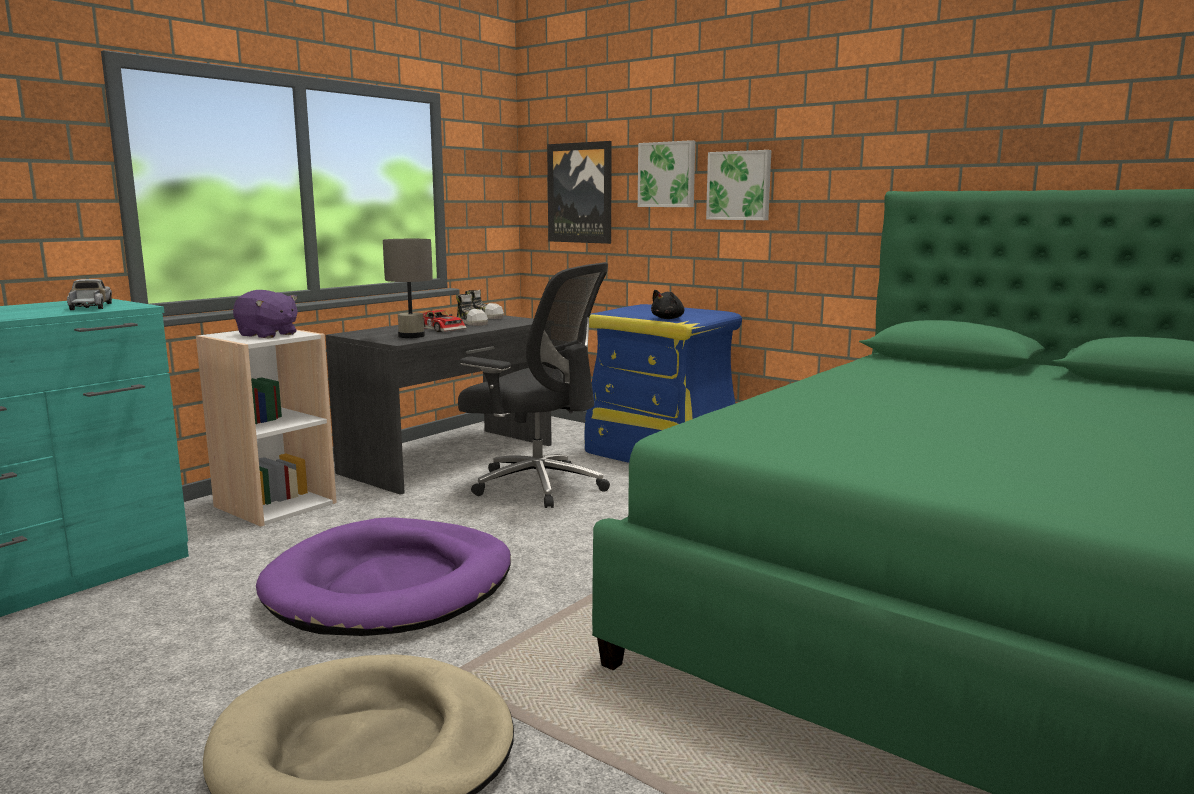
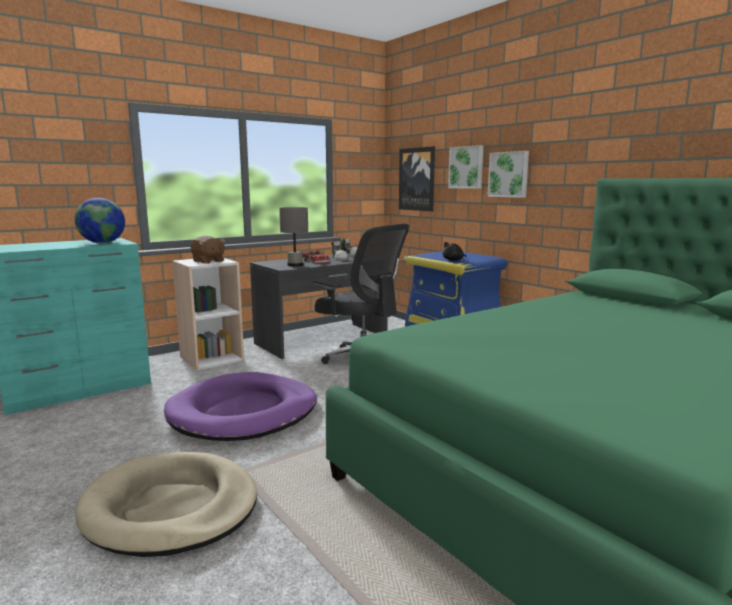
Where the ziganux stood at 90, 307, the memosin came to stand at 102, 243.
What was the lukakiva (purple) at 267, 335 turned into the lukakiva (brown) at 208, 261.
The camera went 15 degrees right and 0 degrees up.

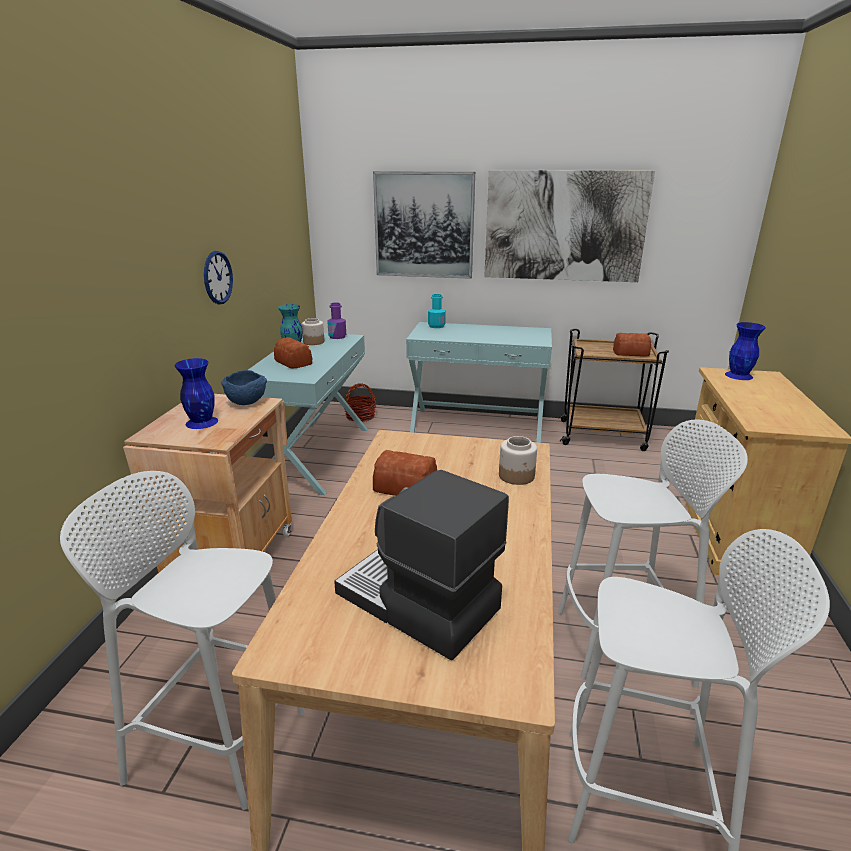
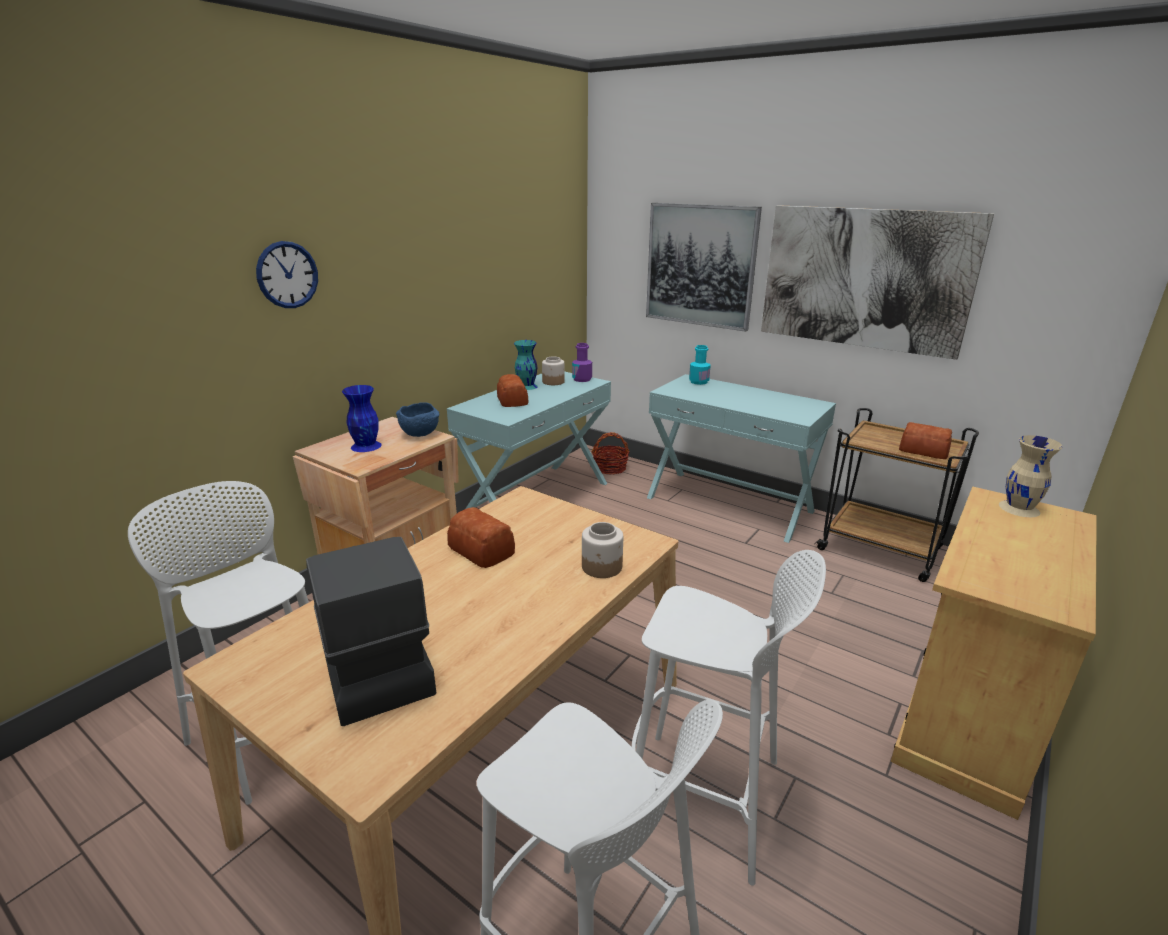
The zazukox ended up elsewhere, having gone from 218, 277 to 287, 275.
What was the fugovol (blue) at 739, 375 turned into the fugovol (beige) at 1020, 508.
The camera went 25 degrees right and 0 degrees up.

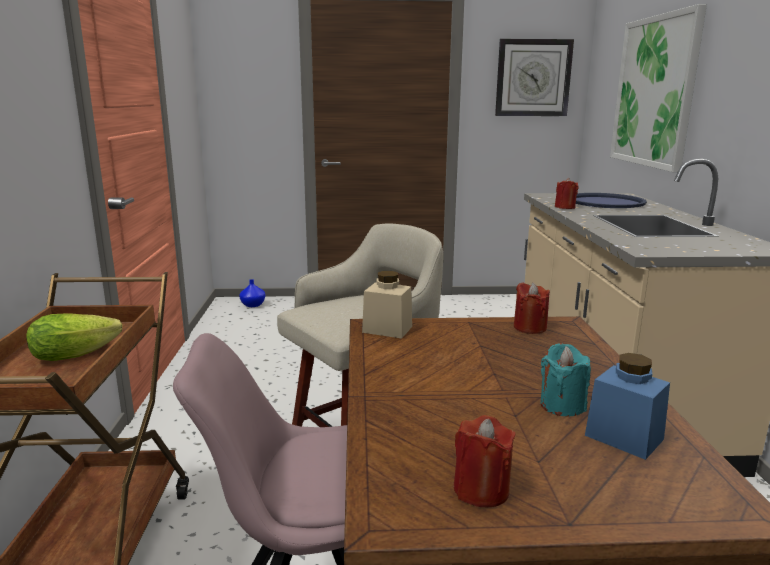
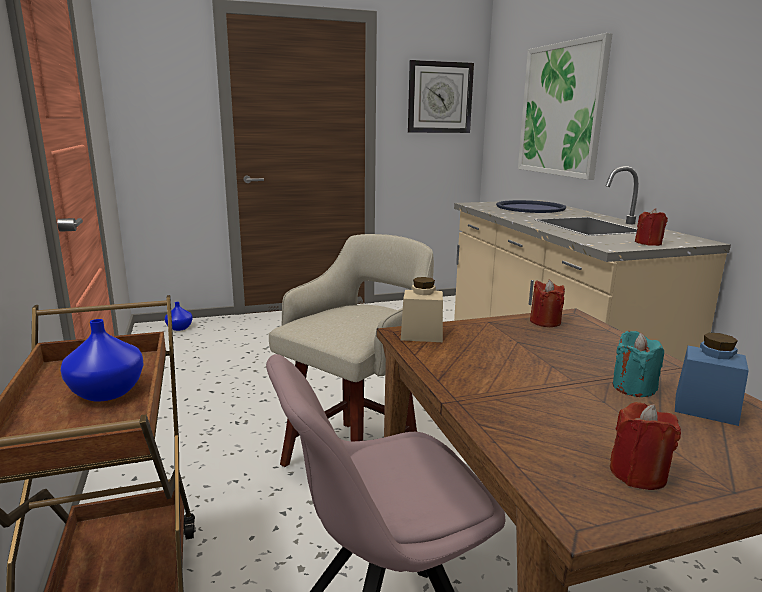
The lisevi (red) ended up elsewhere, having gone from 565, 207 to 648, 243.
Where the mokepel stood at 80, 353, the fugovol (blue) came to stand at 105, 392.
The camera went 15 degrees left and 0 degrees up.

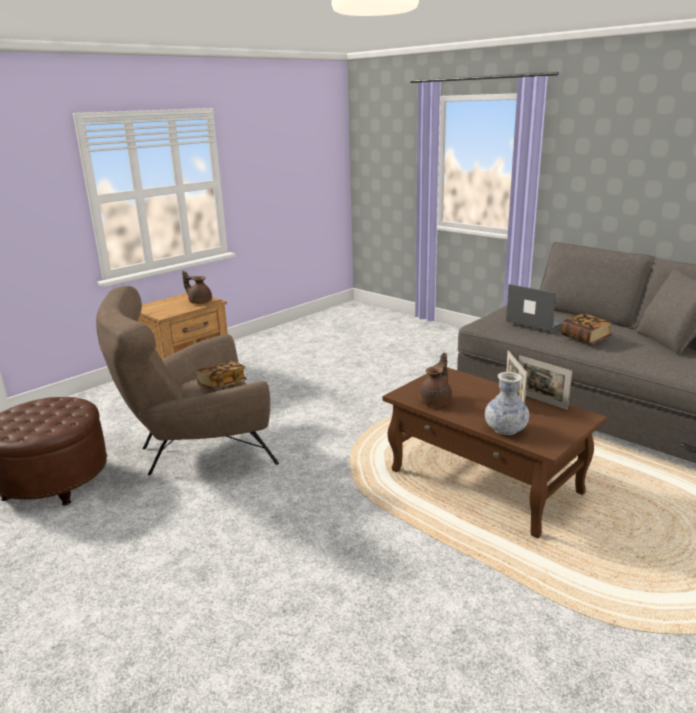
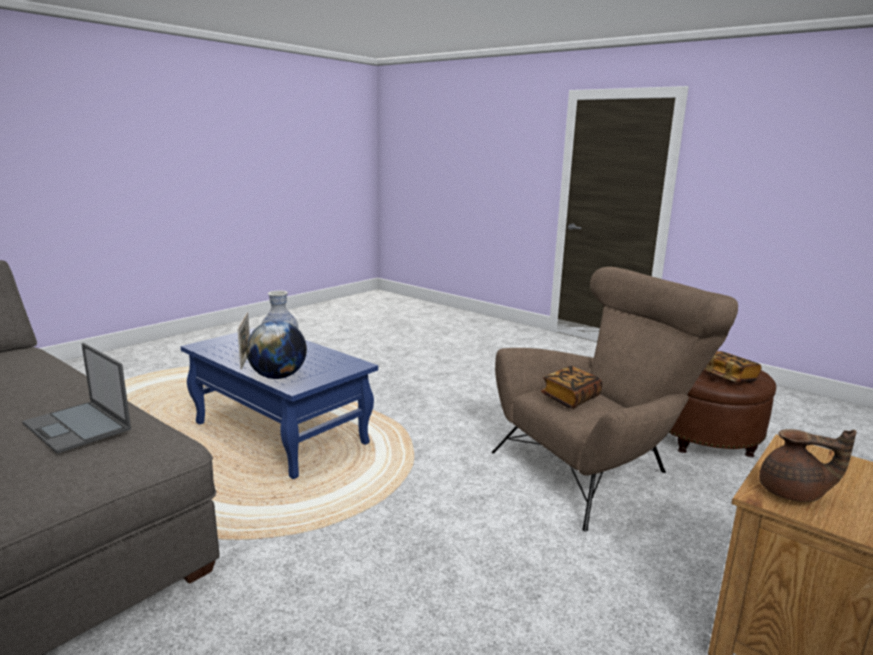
The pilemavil ended up elsewhere, having gone from 585, 338 to 728, 377.
The second view lost the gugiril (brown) at 436, 401.
The second view lost the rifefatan at 541, 401.
What was the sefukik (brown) at 486, 482 turned into the sefukik (blue) at 279, 433.
The second view gained the memosin at 278, 376.
The camera went 175 degrees right and 5 degrees down.

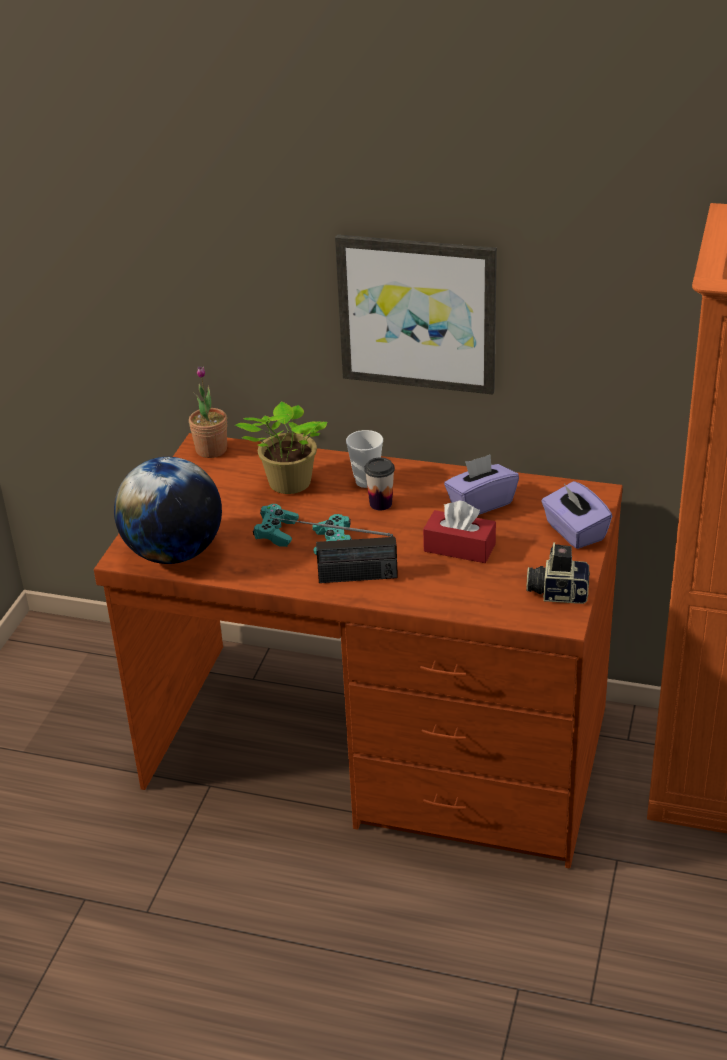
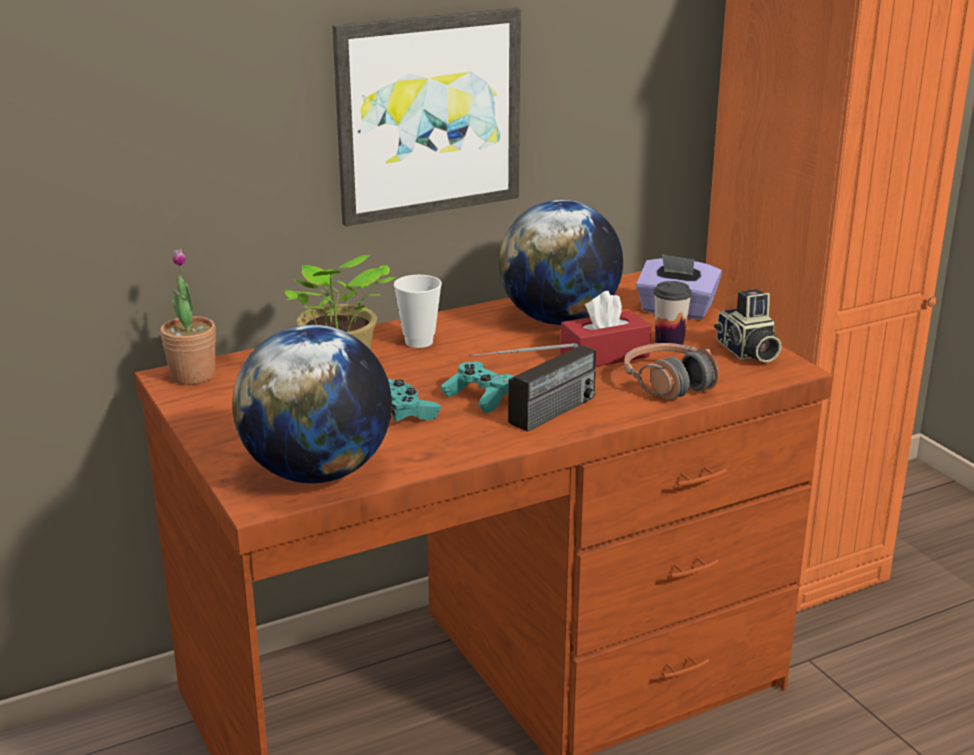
Where the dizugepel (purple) stood at 480, 503, the memosin came to stand at 559, 320.
The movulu ended up elsewhere, having gone from 380, 504 to 669, 341.
The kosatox at 557, 592 ended up facing another way, 75 degrees counterclockwise from before.
The second view gained the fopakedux at 669, 384.
The camera went 45 degrees left and 10 degrees down.

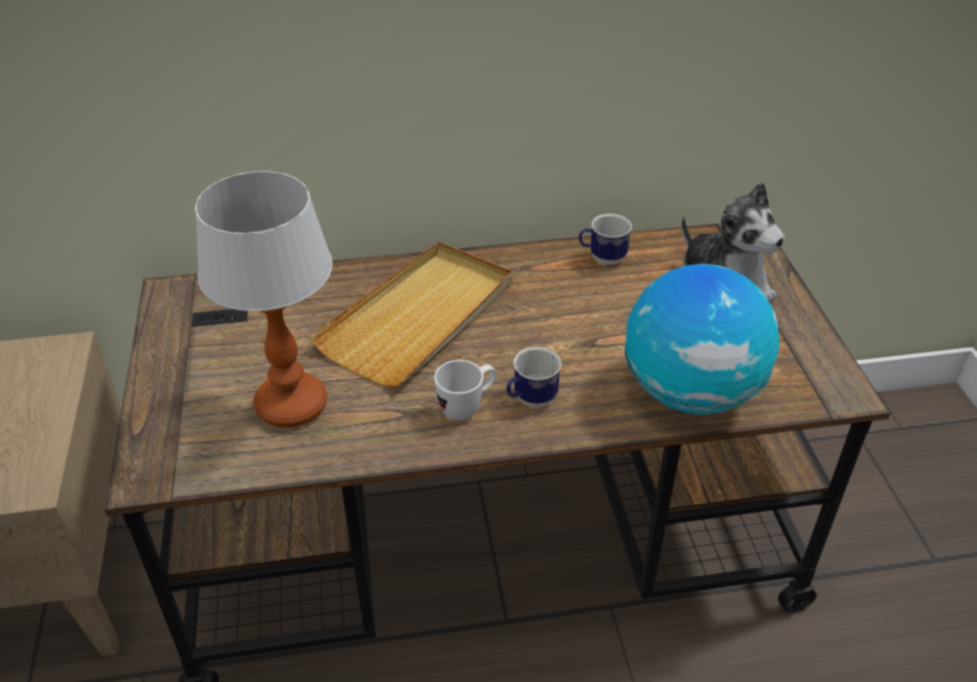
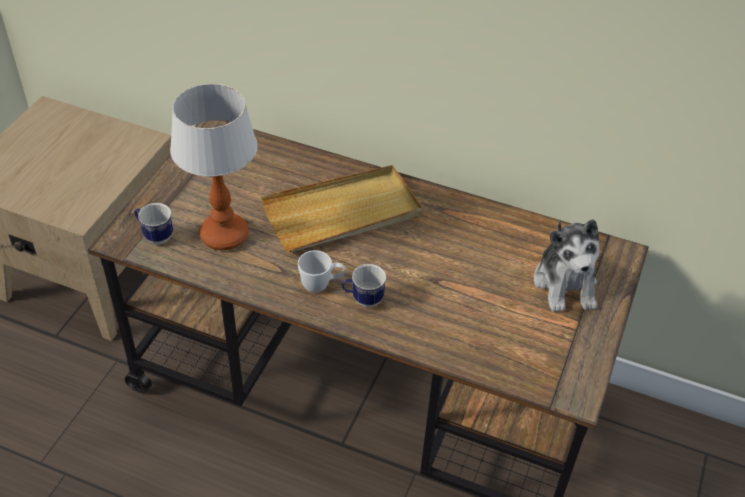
The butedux ended up elsewhere, having gone from 602, 258 to 155, 235.
The second view lost the memosin at 690, 392.
The camera went 30 degrees right and 5 degrees up.

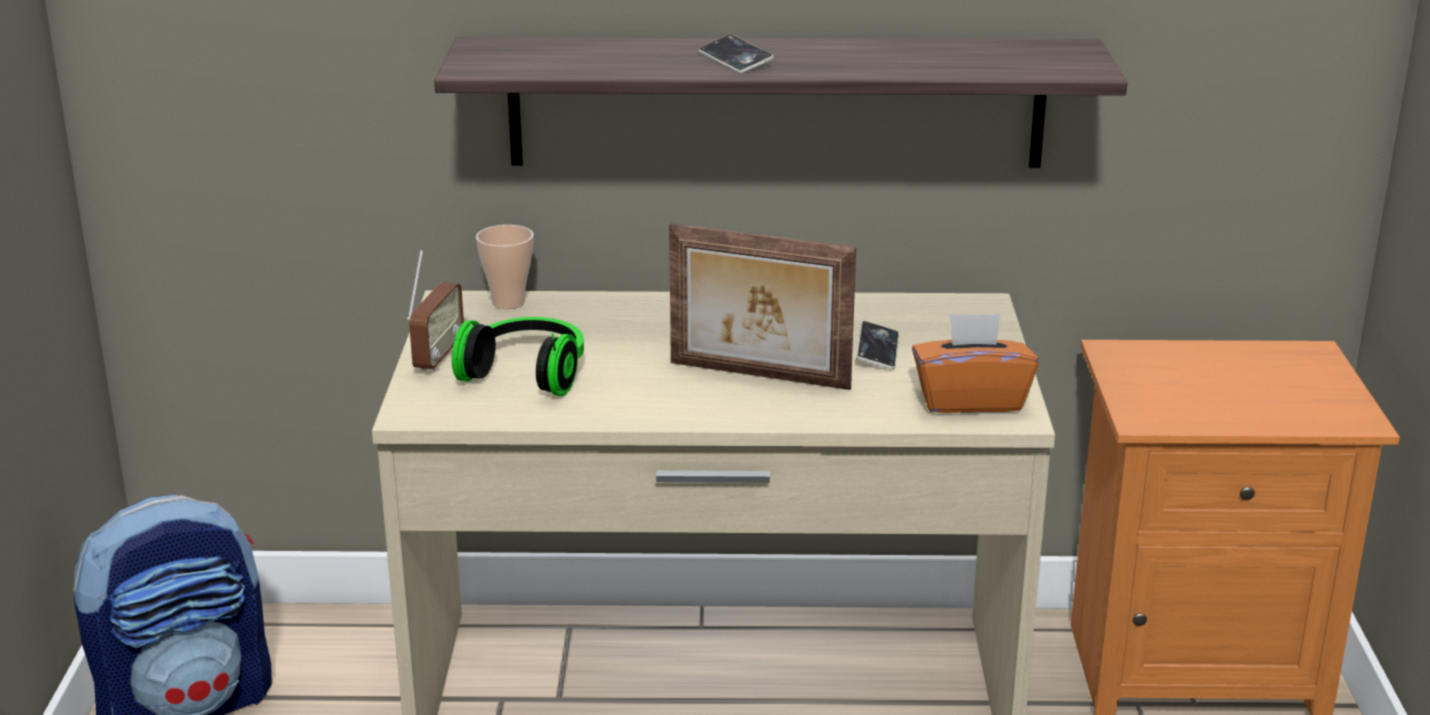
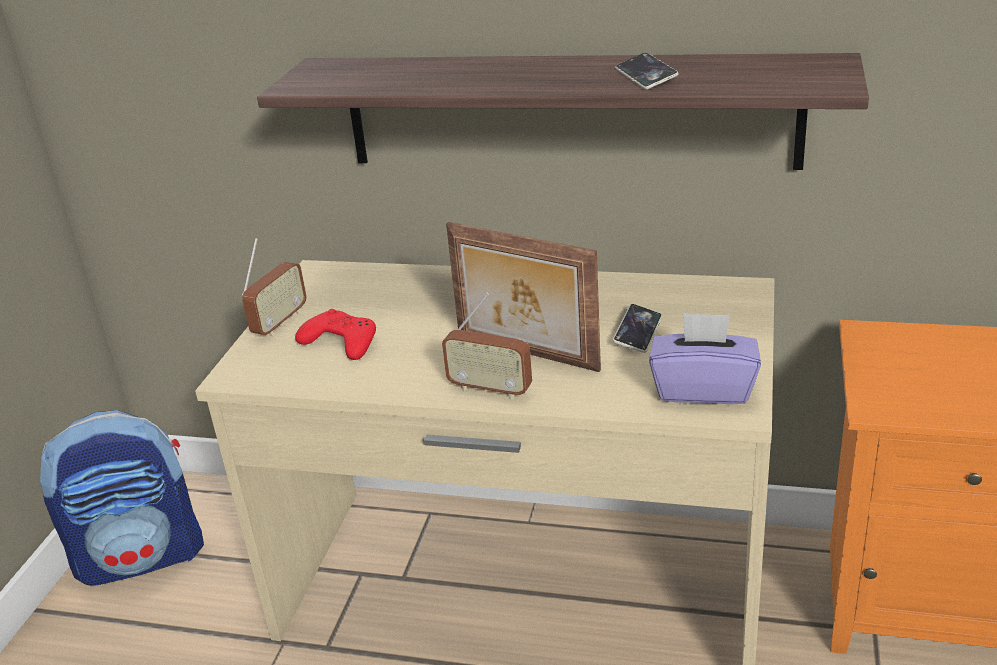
The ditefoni ended up elsewhere, having gone from 735, 60 to 645, 76.
The second view lost the movulu at 508, 302.
What was the dizugepel (orange) at 970, 400 turned into the dizugepel (purple) at 703, 389.
Where the fopakedux stood at 528, 373, the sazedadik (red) came to stand at 341, 341.
The second view gained the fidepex at 490, 389.
The camera went 15 degrees right and 5 degrees up.

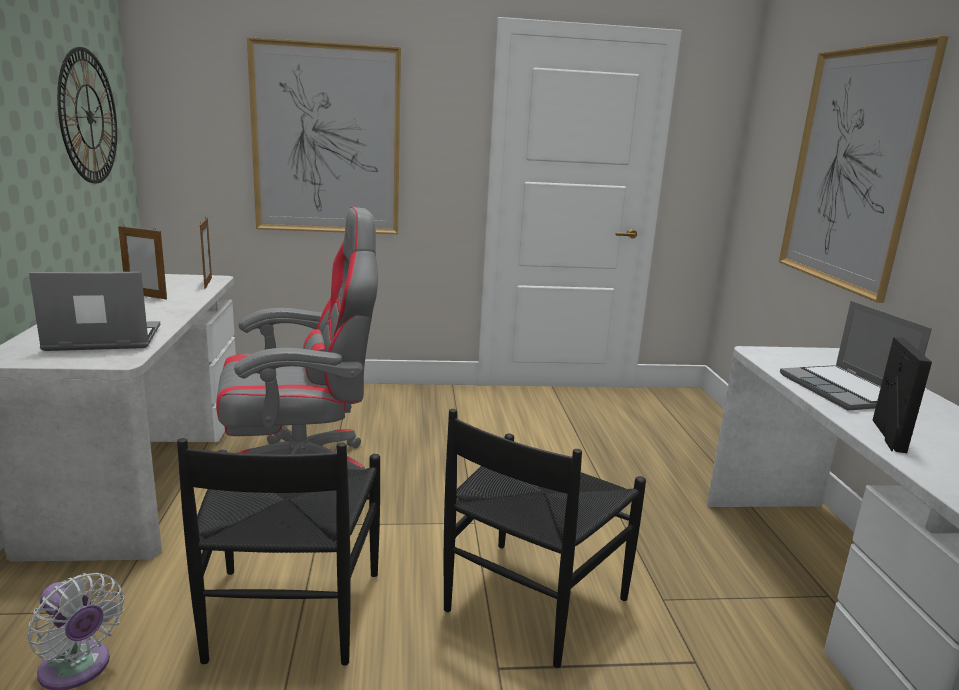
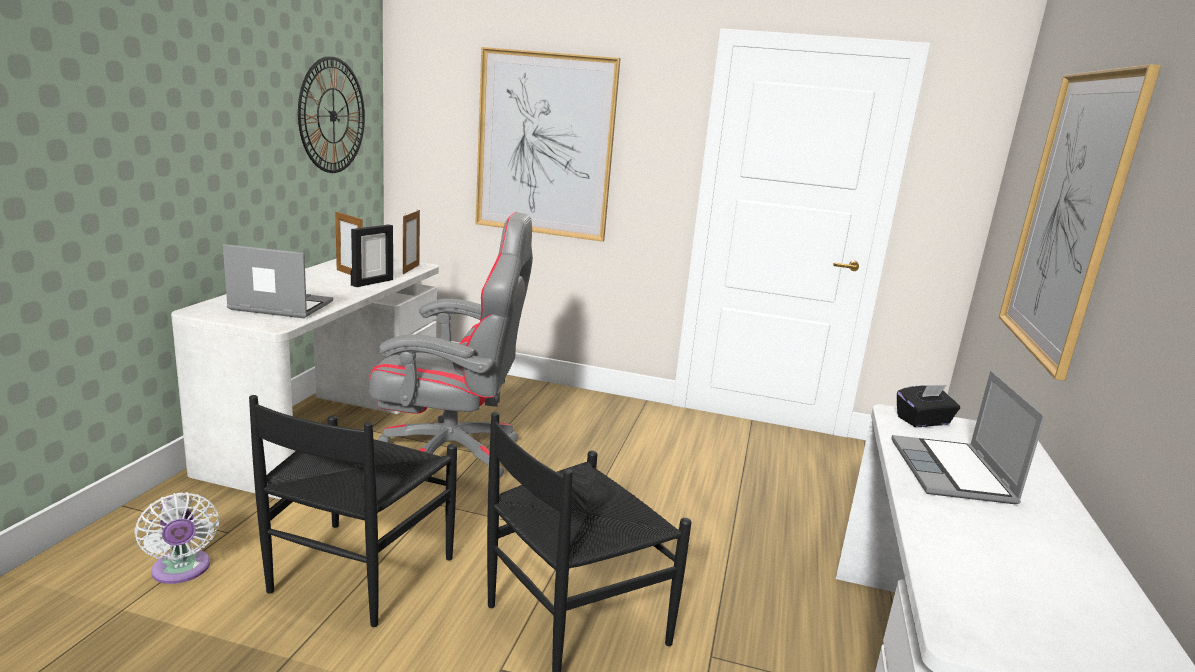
The rifefatan ended up elsewhere, having gone from 886, 435 to 372, 282.
The second view gained the dizugepel (black) at 923, 421.
The camera went 20 degrees right and 0 degrees up.

